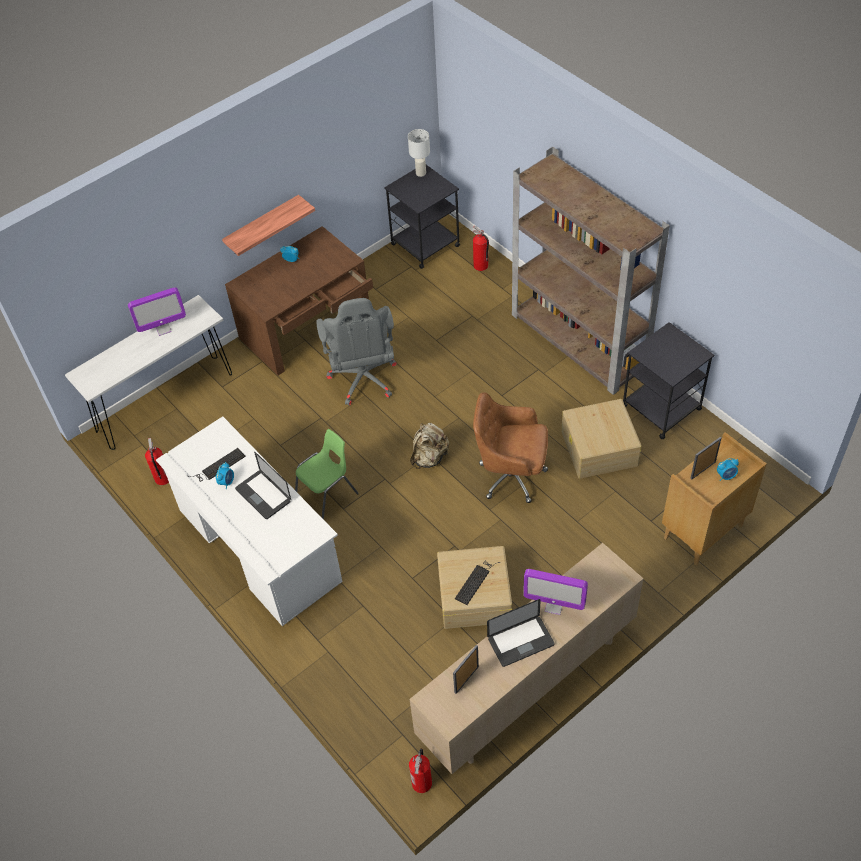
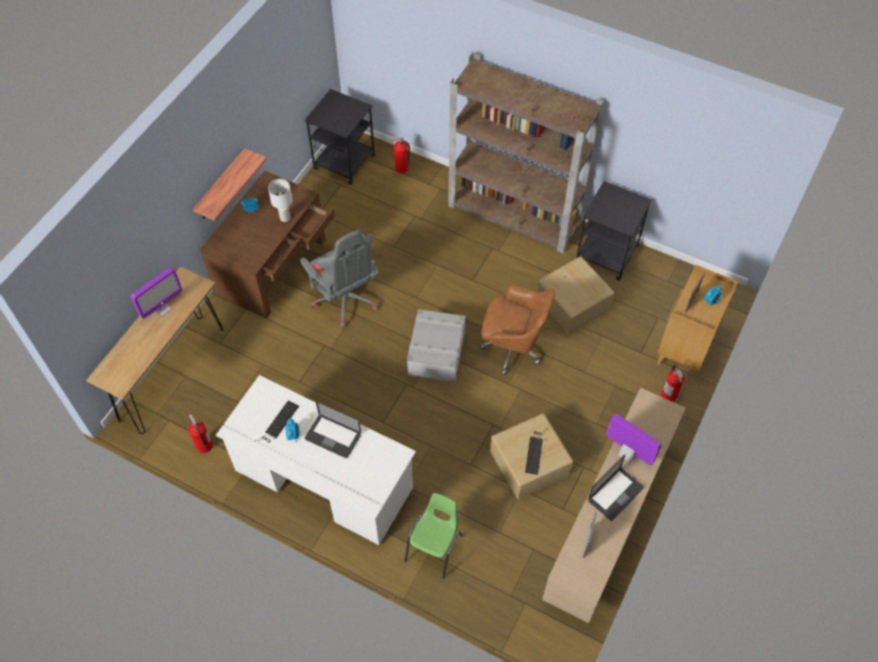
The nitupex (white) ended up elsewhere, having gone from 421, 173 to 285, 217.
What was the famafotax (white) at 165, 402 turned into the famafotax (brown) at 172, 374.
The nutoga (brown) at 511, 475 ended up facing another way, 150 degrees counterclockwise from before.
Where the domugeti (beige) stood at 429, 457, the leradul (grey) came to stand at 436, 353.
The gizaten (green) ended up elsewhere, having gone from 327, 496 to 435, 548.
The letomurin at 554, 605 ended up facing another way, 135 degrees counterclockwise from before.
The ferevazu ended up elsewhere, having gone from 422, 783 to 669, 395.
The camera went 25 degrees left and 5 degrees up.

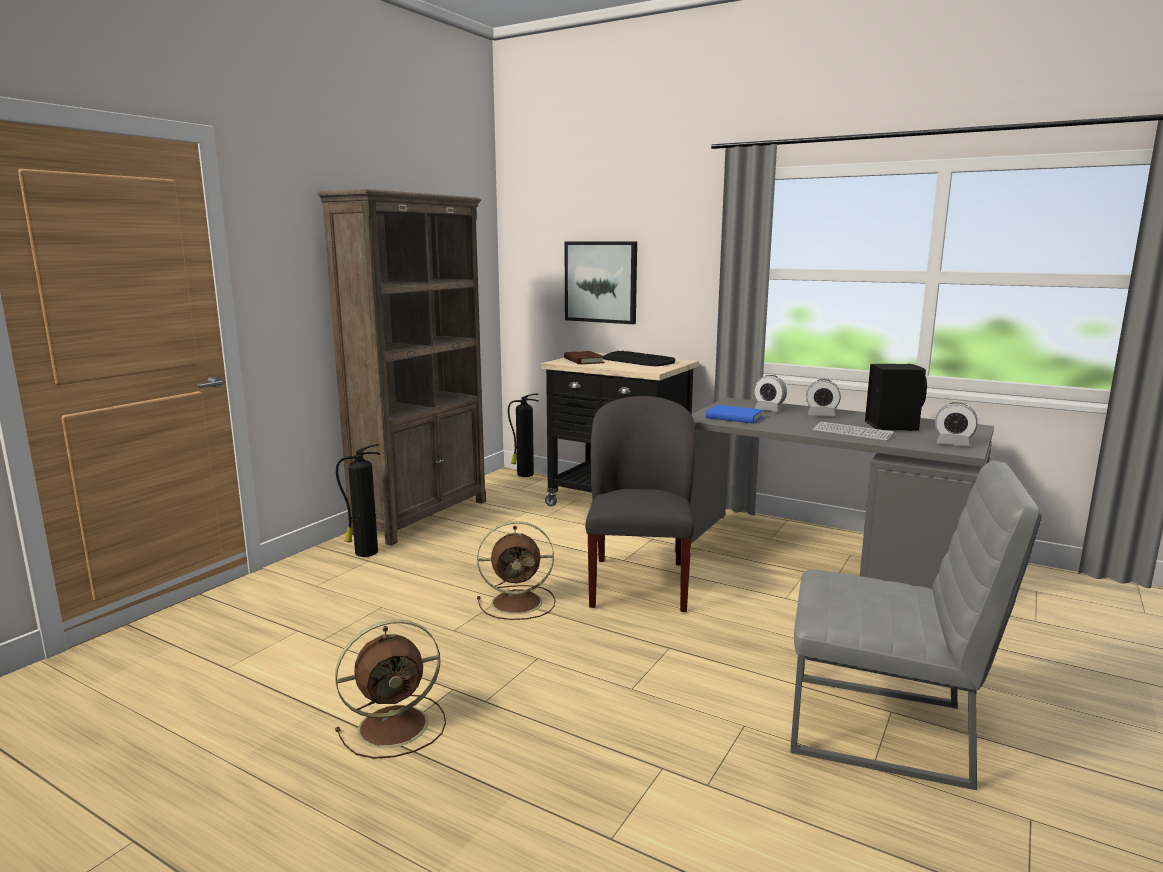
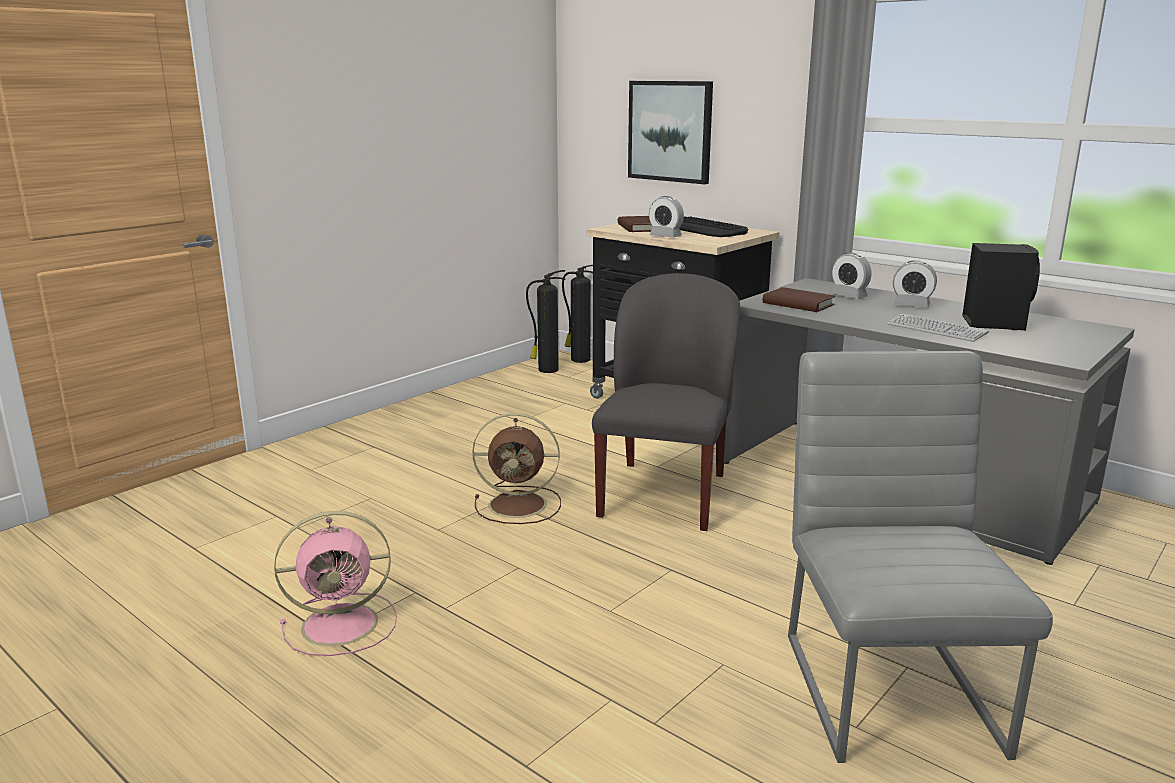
The second view lost the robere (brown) at 422, 516.
The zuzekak ended up elsewhere, having gone from 953, 444 to 665, 236.
What was the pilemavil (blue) at 734, 417 turned into the pilemavil (brown) at 798, 304.
The ferevazu ended up elsewhere, having gone from 365, 553 to 547, 370.
The gizaten (grey) at 884, 730 ended up facing another way, 120 degrees counterclockwise from before.
What was the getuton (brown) at 396, 725 turned into the getuton (pink) at 343, 624.
The camera went 10 degrees right and 5 degrees up.

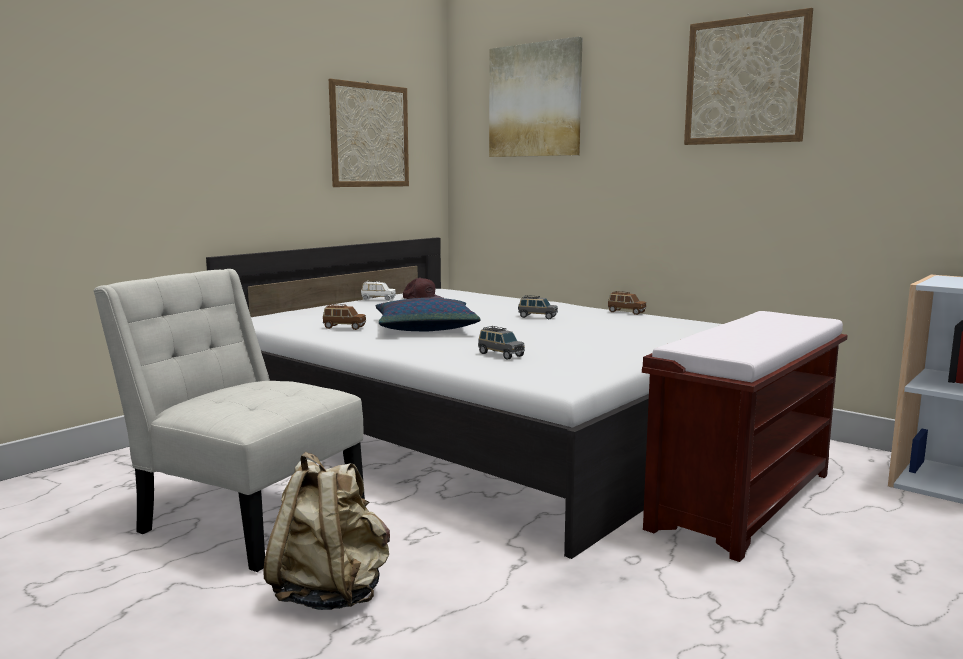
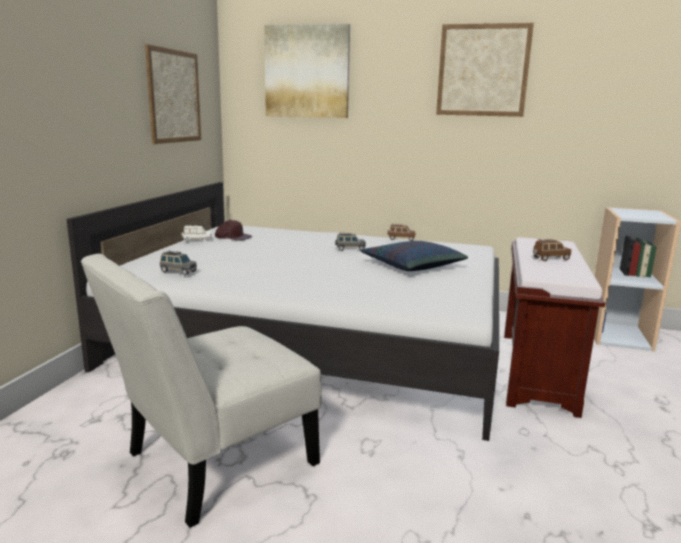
The gizaten (white) at 246, 517 ended up facing another way, 45 degrees counterclockwise from before.
The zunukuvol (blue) ended up elsewhere, having gone from 425, 328 to 412, 266.
The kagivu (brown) ended up elsewhere, having gone from 344, 327 to 550, 258.
The kagivu (grey) ended up elsewhere, having gone from 500, 355 to 178, 271.
The second view lost the domugeti (beige) at 331, 593.
The camera went 25 degrees left and 5 degrees up.

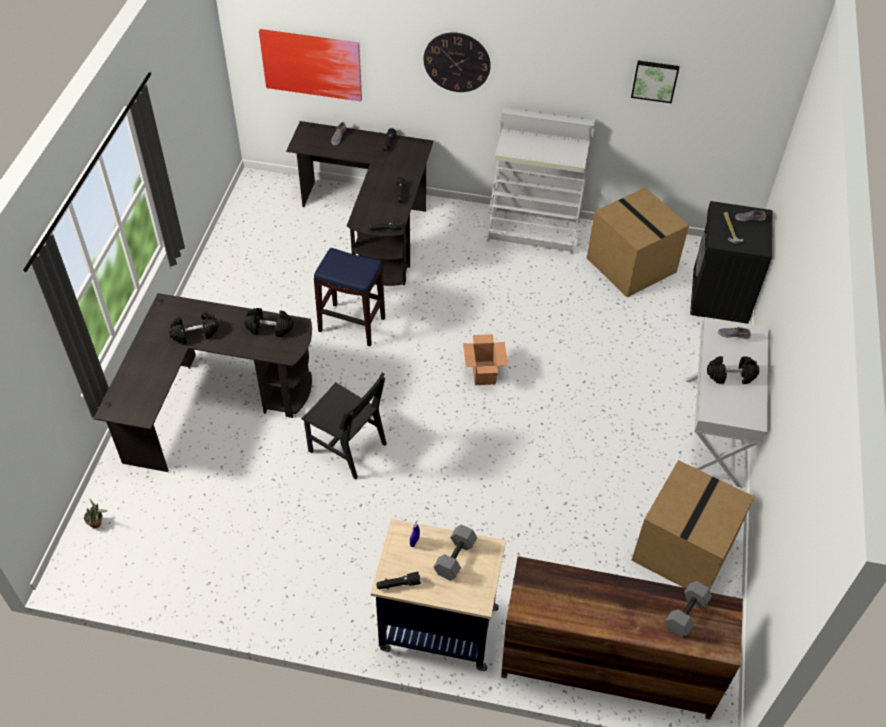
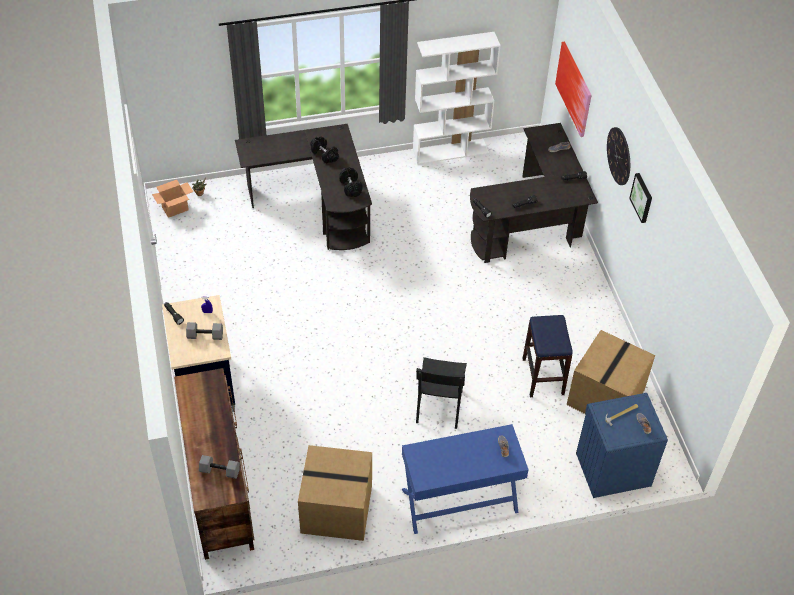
The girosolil ended up elsewhere, having gone from 655, 80 to 642, 197.
The second view lost the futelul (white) at 533, 234.
What was the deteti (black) at 718, 296 turned into the deteti (blue) at 612, 468.
The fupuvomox ended up elsewhere, having gone from 351, 325 to 542, 376.
What was the famafotax (white) at 713, 431 turned into the famafotax (blue) at 459, 501.
The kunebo ended up elsewhere, having gone from 483, 373 to 175, 208.
The second view lost the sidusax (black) at 730, 375.
The gizaten (black) ended up elsewhere, having gone from 347, 448 to 439, 406.
The second view gained the robere (white) at 451, 151.
The camera went 65 degrees right and 0 degrees up.

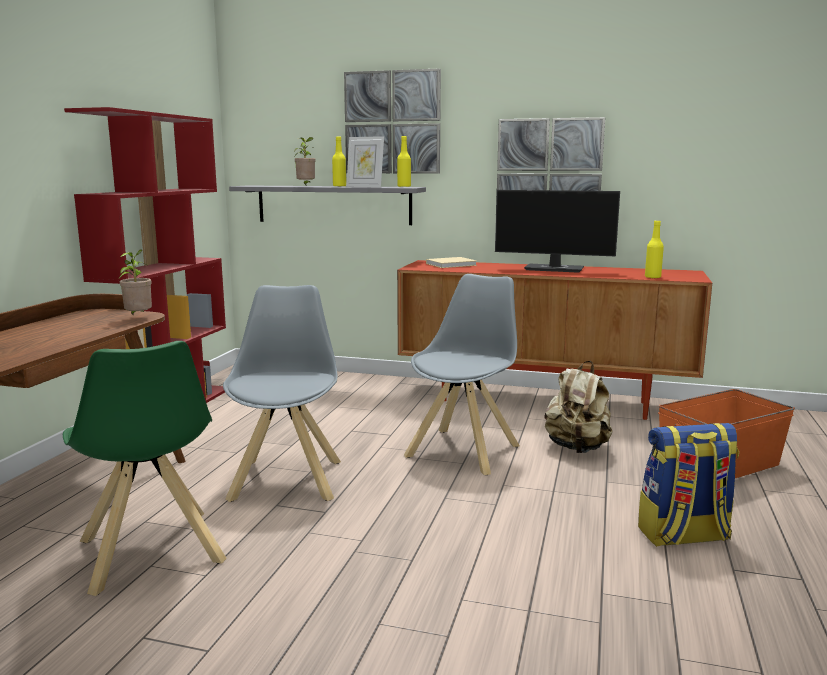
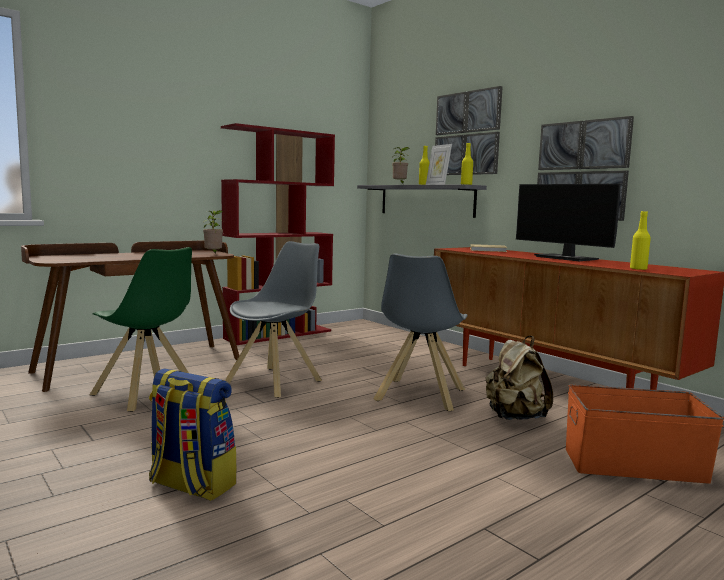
The gizaten (grey) at 464, 450 ended up facing another way, 135 degrees clockwise from before.
The gizaten (green) at 151, 553 ended up facing another way, 60 degrees counterclockwise from before.
The domugeti ended up elsewhere, having gone from 683, 536 to 191, 485.
The camera went 35 degrees right and 5 degrees down.

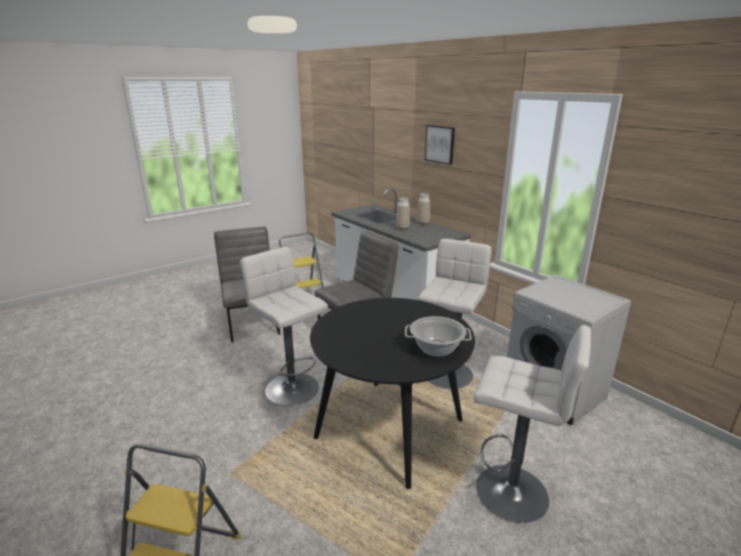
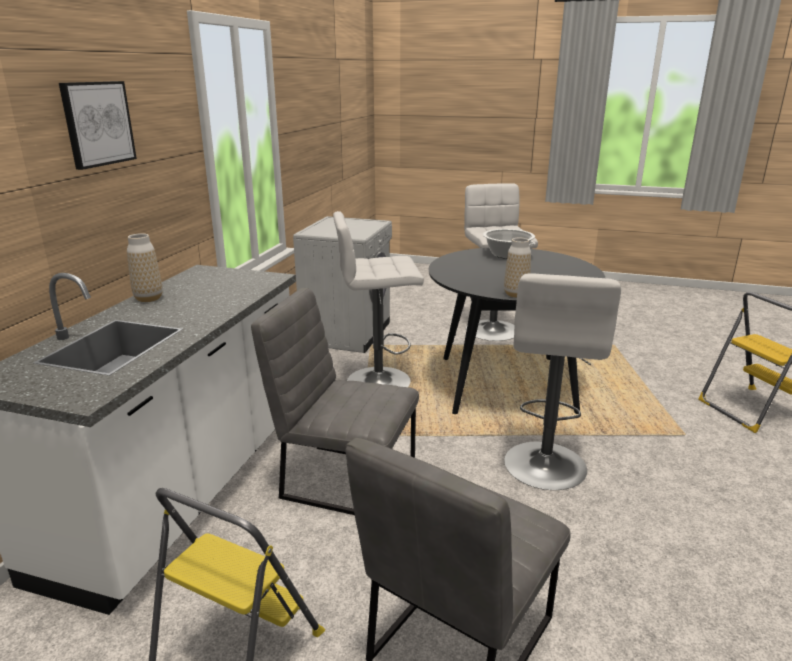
The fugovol ended up elsewhere, having gone from 402, 228 to 516, 294.
The camera went 125 degrees left and 0 degrees up.

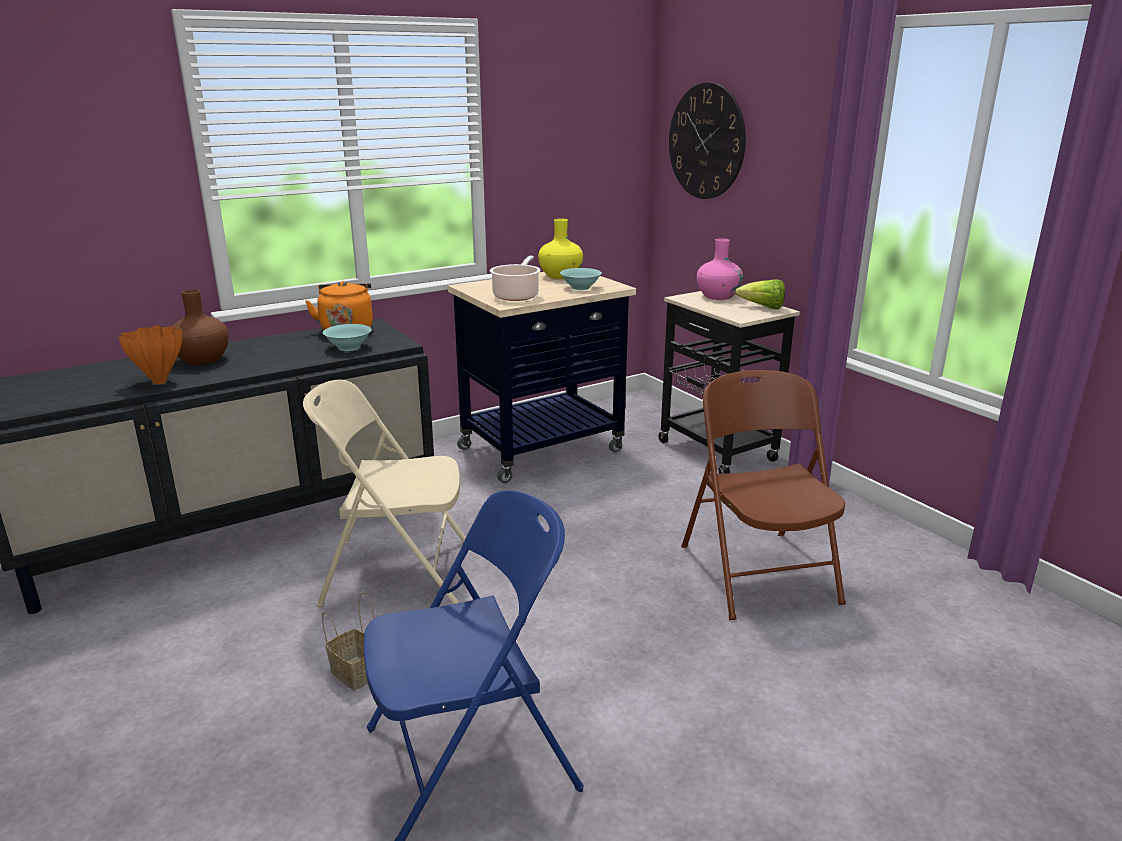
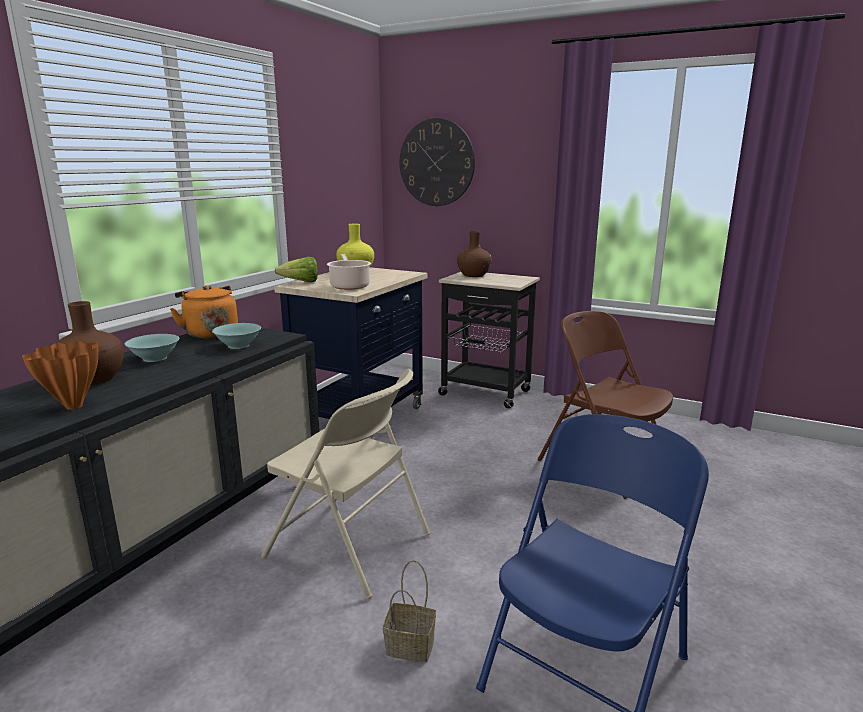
What was the fugovol (pink) at 718, 296 turned into the fugovol (brown) at 473, 275.
The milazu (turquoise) ended up elsewhere, having gone from 580, 288 to 154, 358.
The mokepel ended up elsewhere, having gone from 763, 308 to 301, 282.
The gizaten (beige) at 397, 572 ended up facing another way, 120 degrees counterclockwise from before.
The camera went 30 degrees left and 5 degrees down.

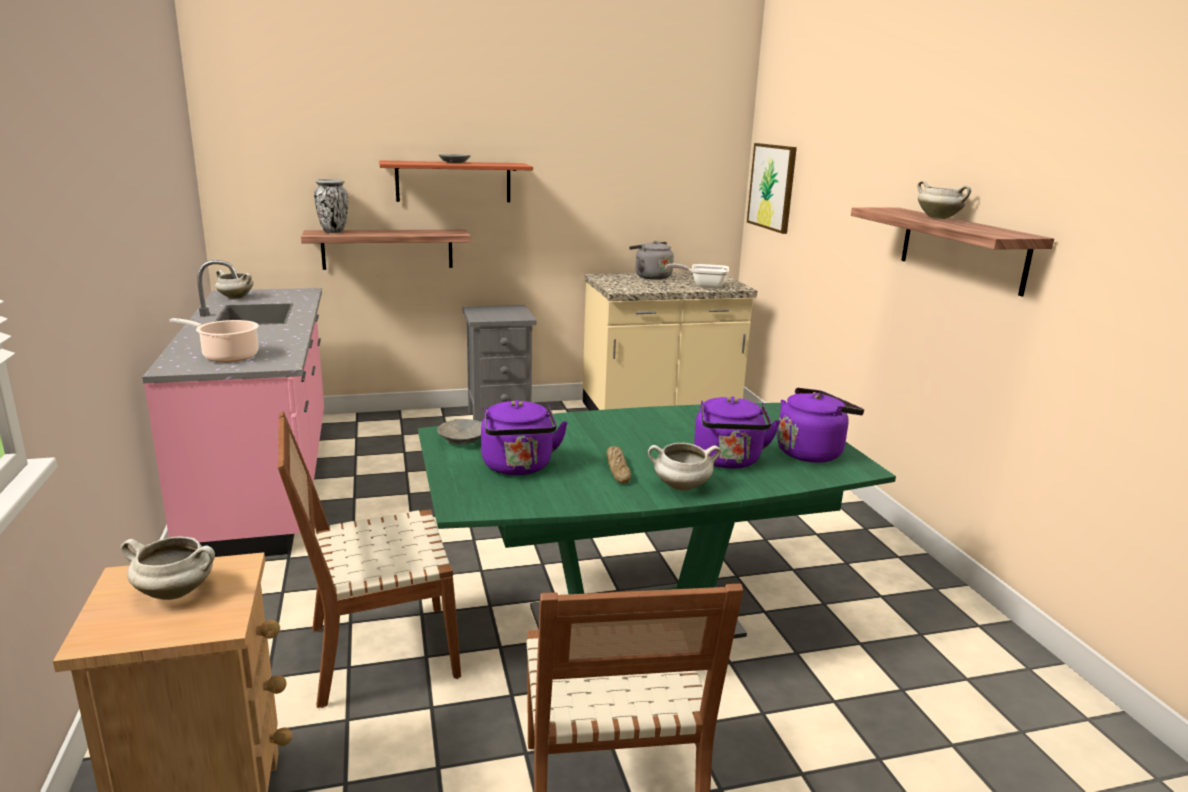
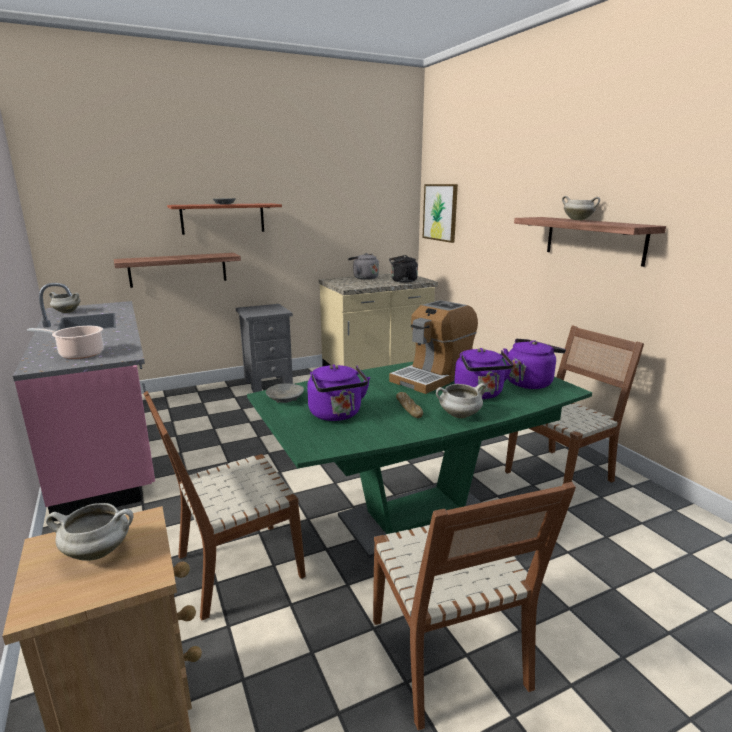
The second view lost the fugovol at 333, 232.
Where the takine stood at 703, 286, the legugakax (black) came to stand at 402, 281.
The second view gained the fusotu at 433, 376.
The second view gained the gizaten at 561, 475.
The camera went 10 degrees left and 0 degrees up.

